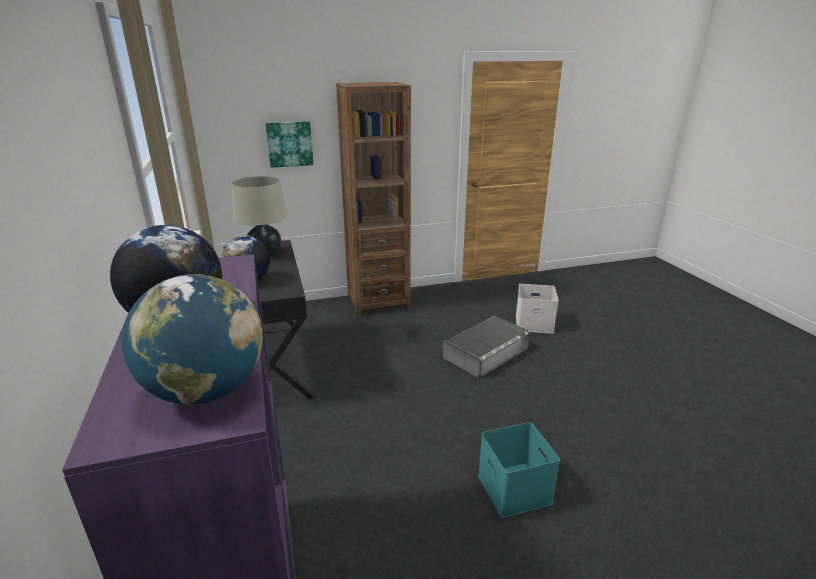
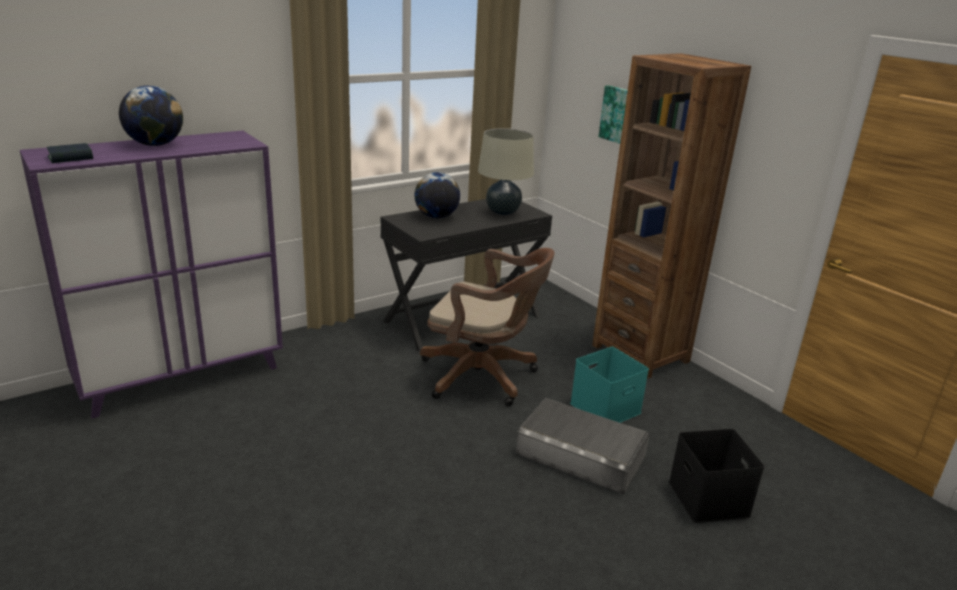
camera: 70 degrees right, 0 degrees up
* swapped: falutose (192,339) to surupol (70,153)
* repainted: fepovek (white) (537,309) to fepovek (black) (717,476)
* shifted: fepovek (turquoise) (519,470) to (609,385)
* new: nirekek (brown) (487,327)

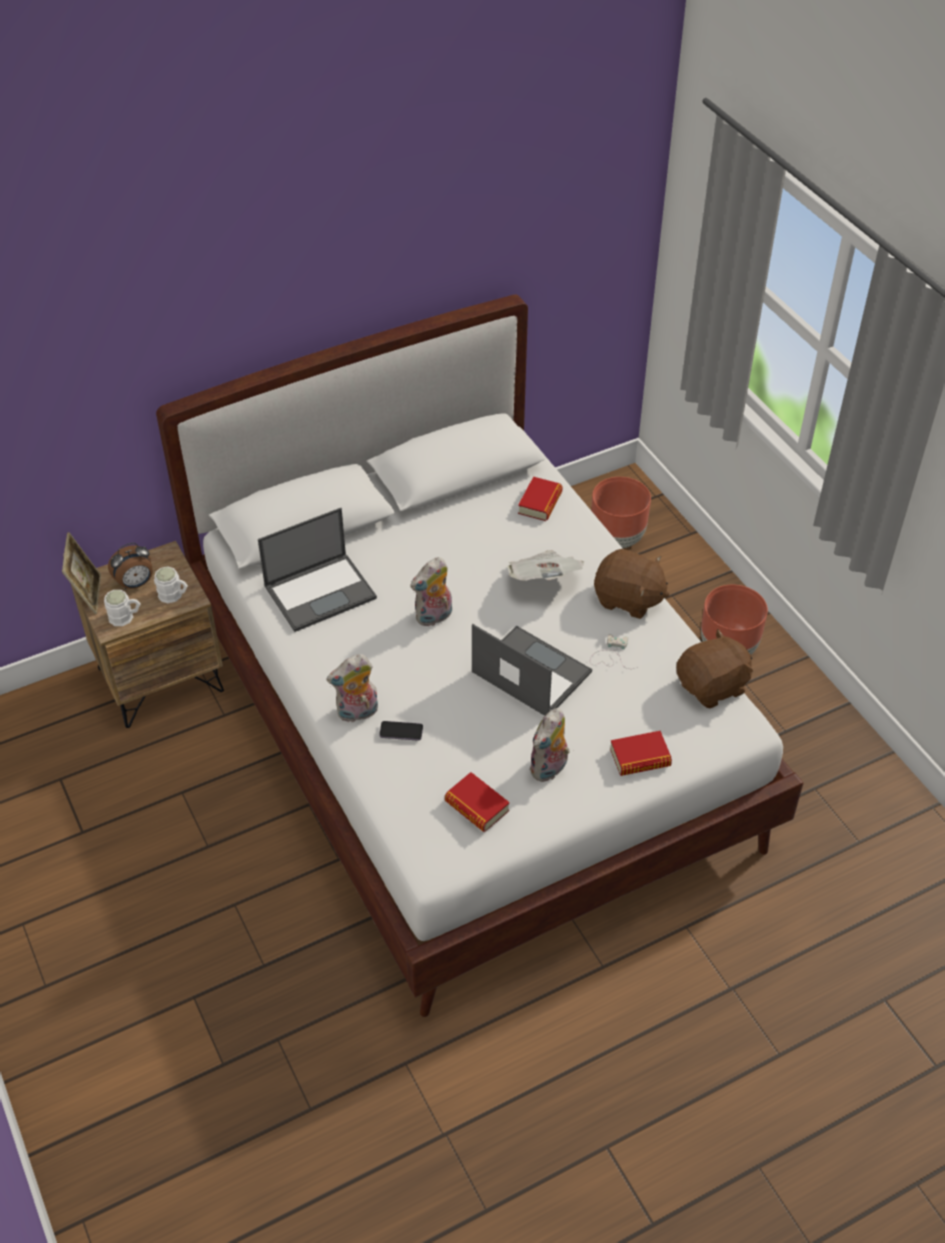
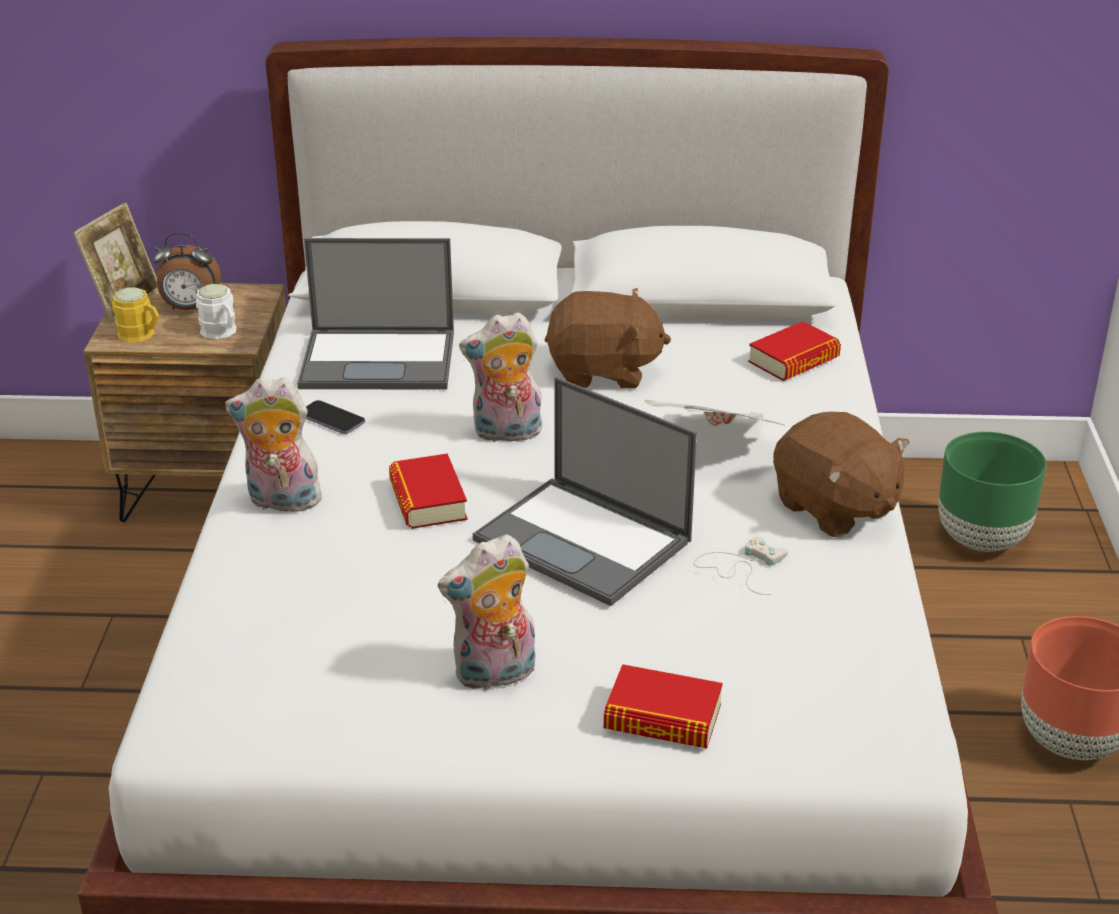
camera: 30 degrees right, 15 degrees down
* repainted: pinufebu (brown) (621,512) to pinufebu (green) (992,492)
* repainted: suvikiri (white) (122,608) to suvikiri (yellow) (135,314)
* rotated: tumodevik (532,670) = (585,491) 150 degrees clockwise
* shifted: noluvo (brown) (714,668) to (608,338)
* shifted: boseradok (401,731) to (335,417)
* shifted: surupol (477,802) to (428,491)

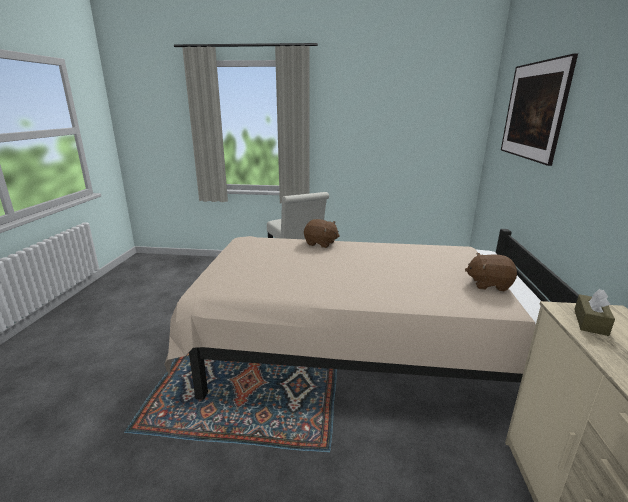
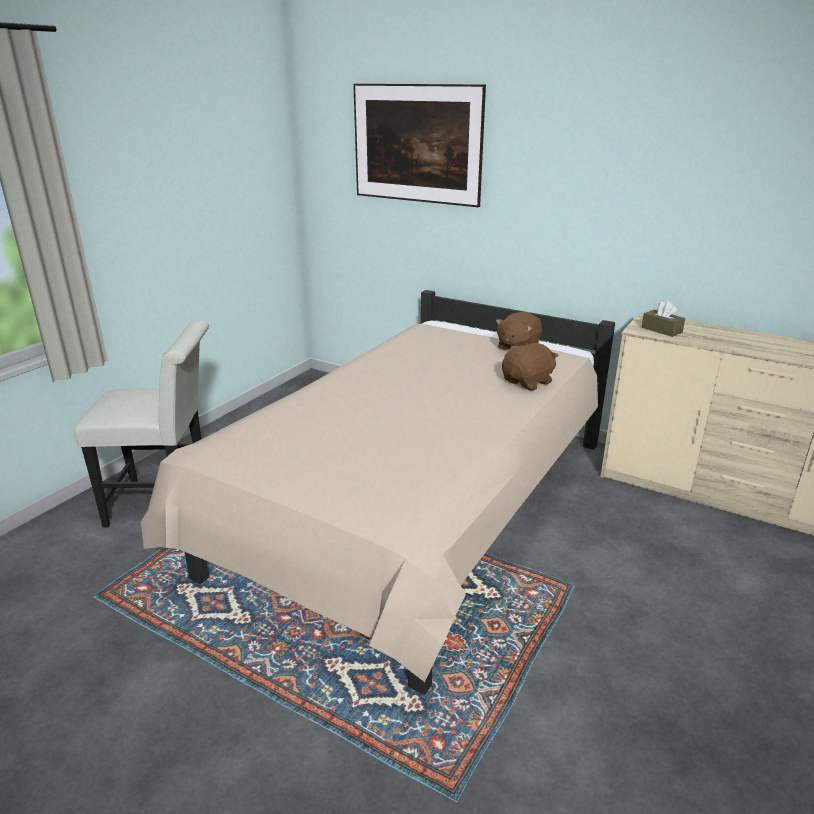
camera: 65 degrees left, 5 degrees up
* shifted: noluvo (brown) (322,233) to (530,366)

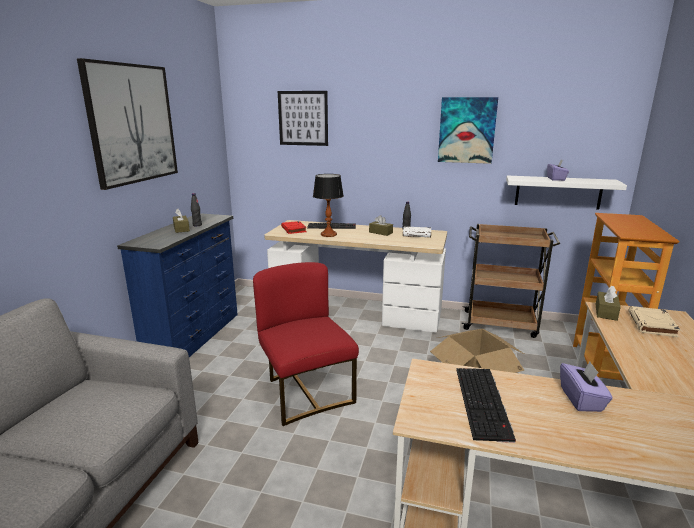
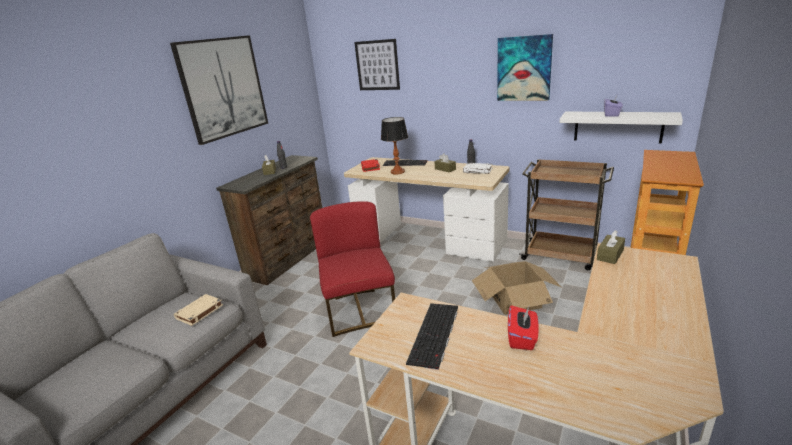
camera: 15 degrees right, 5 degrees up
* repainted: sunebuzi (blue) (177,285) to sunebuzi (brown) (269,220)
* shifted: surupol (beige) (654,321) to (198,310)
* repainted: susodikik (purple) (586,387) to susodikik (red) (523,327)

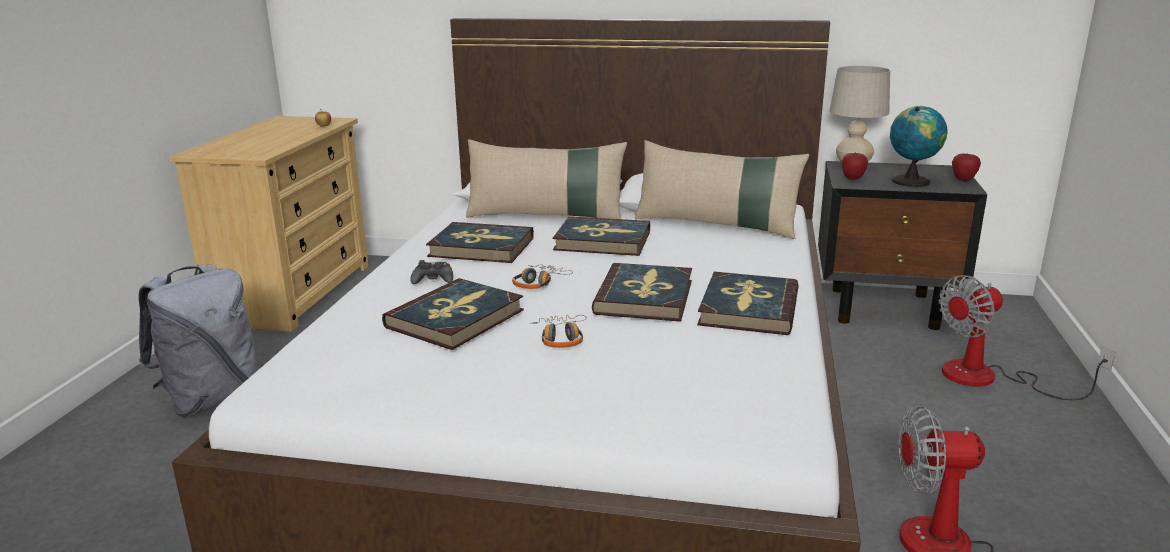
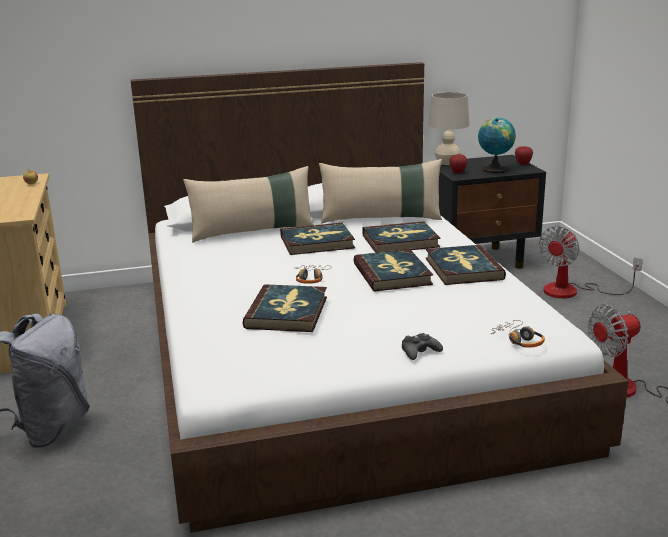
camera: 25 degrees left, 0 degrees up
* shifted: surupol (480,242) to (401,237)
* shifted: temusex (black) (432,272) to (422,346)
* shifted: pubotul (558,331) to (518,334)

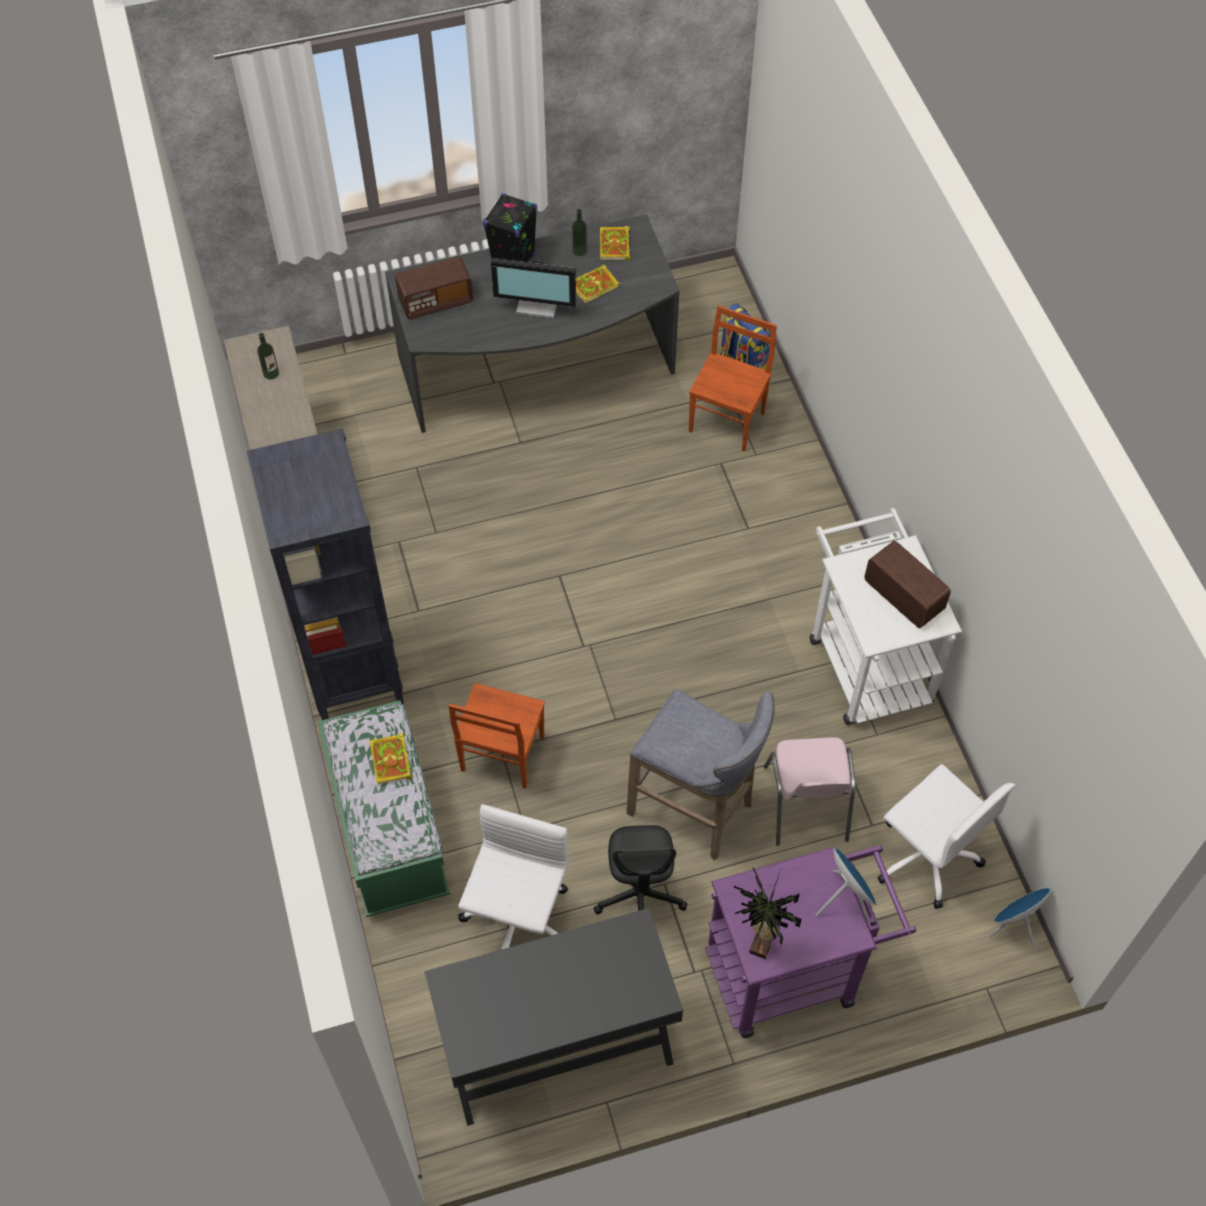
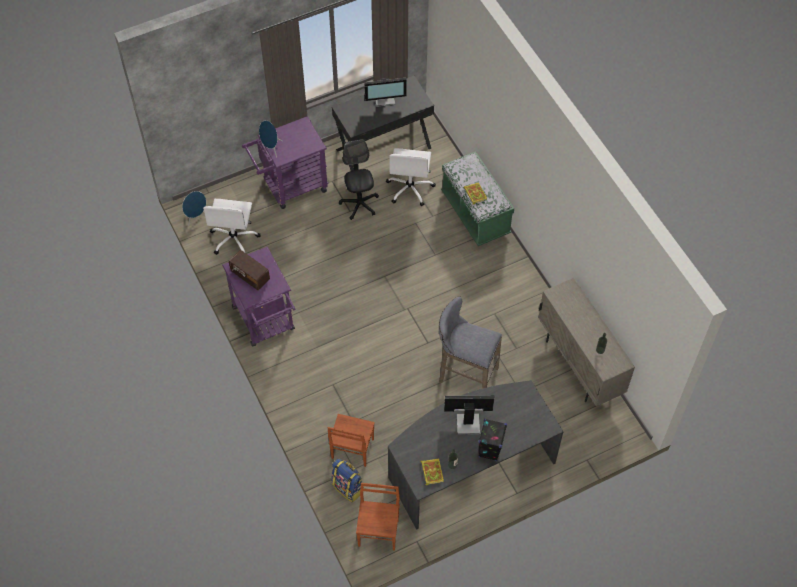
camera: 170 degrees right, 0 degrees up
* gone: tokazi (434,288)
* gone: surupol (598,283)
* gone: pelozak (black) (325,574)
* repainted: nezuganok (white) (886,616) to nezuganok (purple) (258,296)
* shifted: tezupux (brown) (497,735) to (378,517)
* shifted: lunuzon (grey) (700,774) to (470,342)
* gone: tezupux (pink) (809,791)
* rotated: nirekek (white) (946,836) = (232,227) 120 degrees counterclockwise
* gone: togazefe (768,913)
* new: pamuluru (385,92)

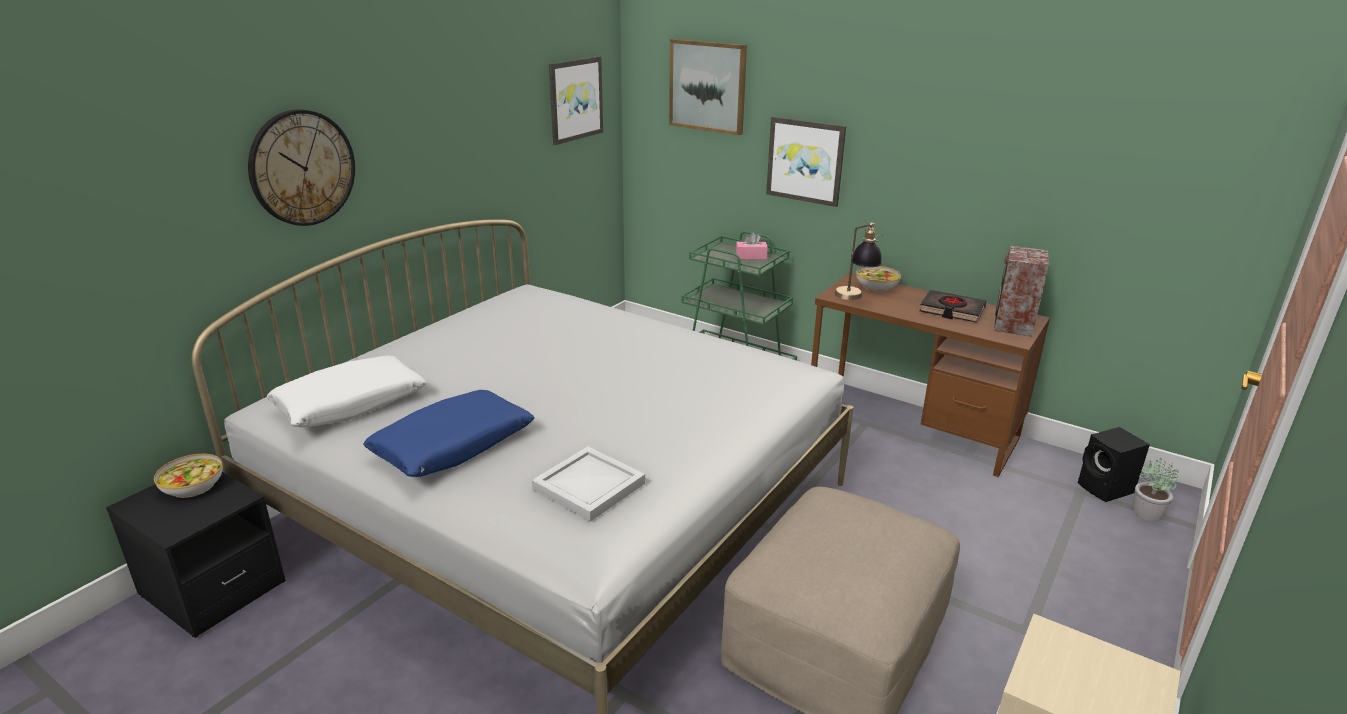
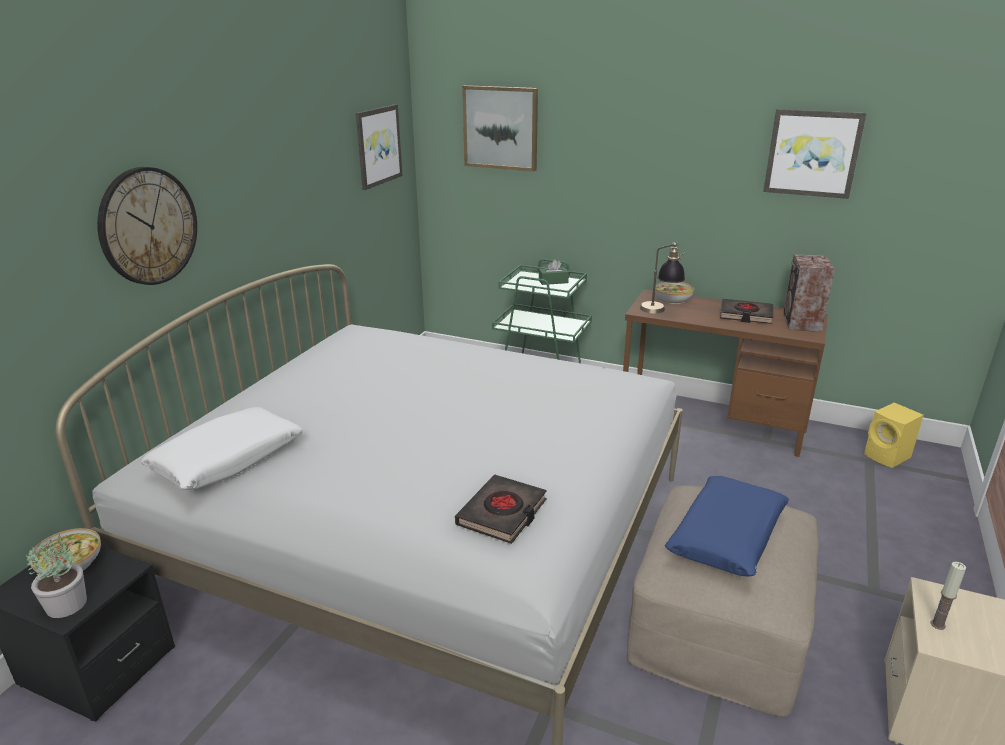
camera: 10 degrees left, 0 degrees up
* shifted: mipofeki (806,162) to (814,154)
* repainted: susodikik (pink) (752,246) to susodikik (green) (554,272)
* shifted: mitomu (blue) (449,433) to (727,526)
* repainted: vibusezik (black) (1114,464) to vibusezik (yellow) (893,435)
* swapped: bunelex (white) (588,484) to surupol (black) (501,509)
* shifted: togazefe (1155,489) to (56,576)
* new: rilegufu (948,595)

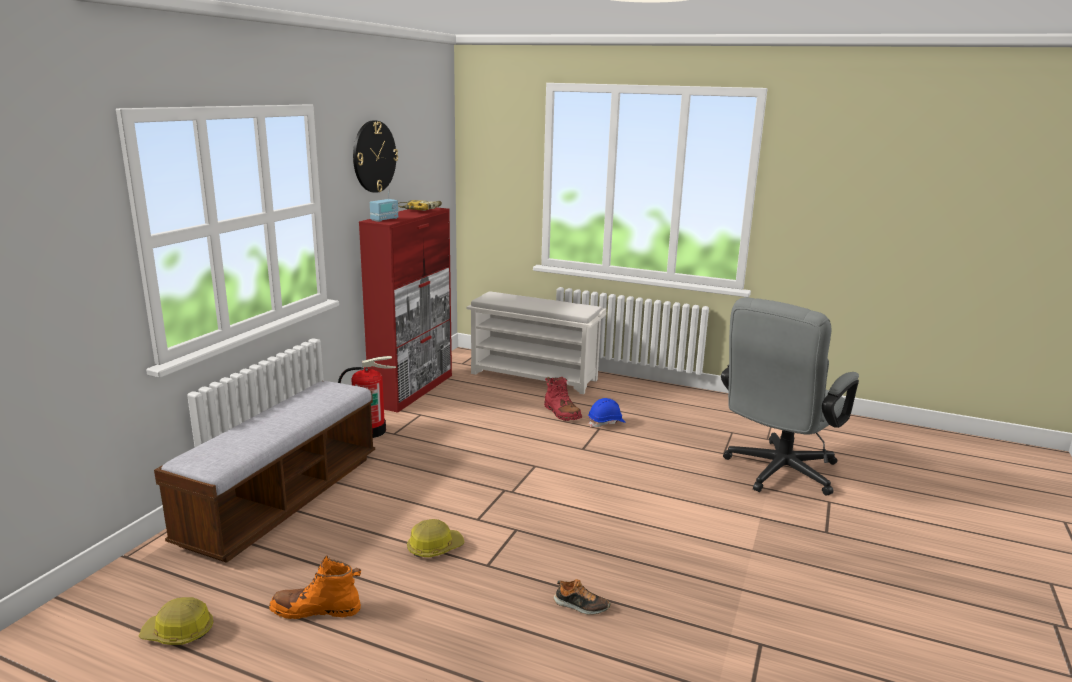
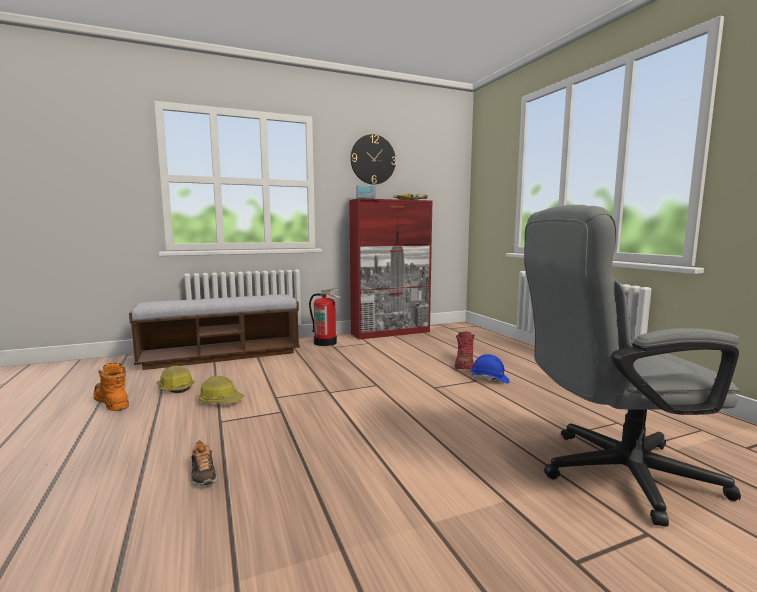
camera: 45 degrees right, 10 degrees down
* gone: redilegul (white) (536,342)
* shifted: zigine (176,621) to (176,379)

